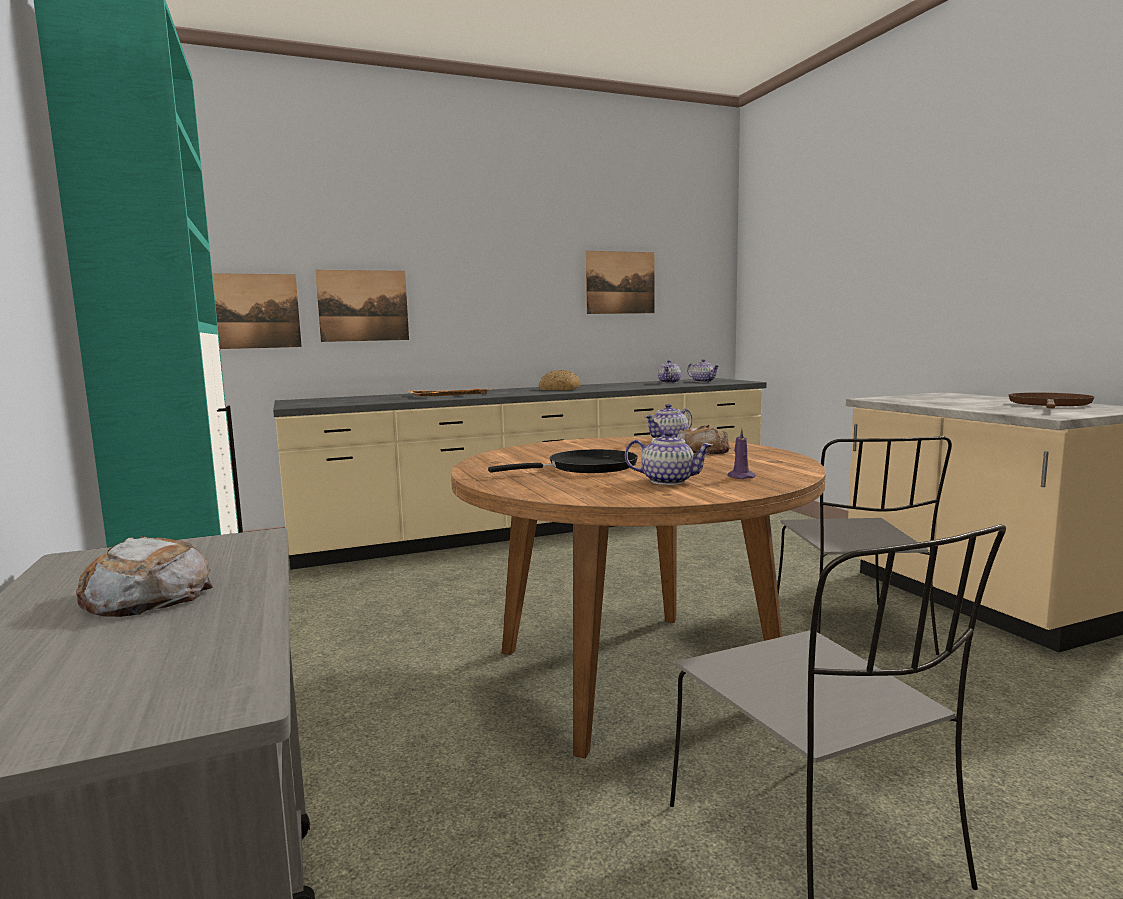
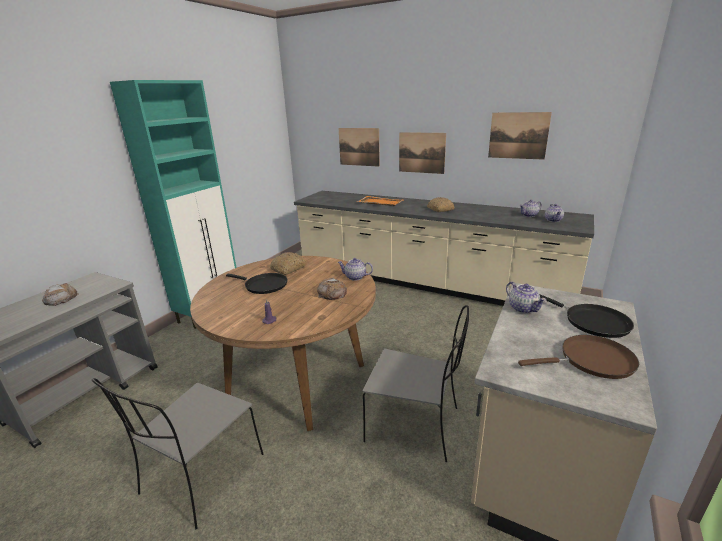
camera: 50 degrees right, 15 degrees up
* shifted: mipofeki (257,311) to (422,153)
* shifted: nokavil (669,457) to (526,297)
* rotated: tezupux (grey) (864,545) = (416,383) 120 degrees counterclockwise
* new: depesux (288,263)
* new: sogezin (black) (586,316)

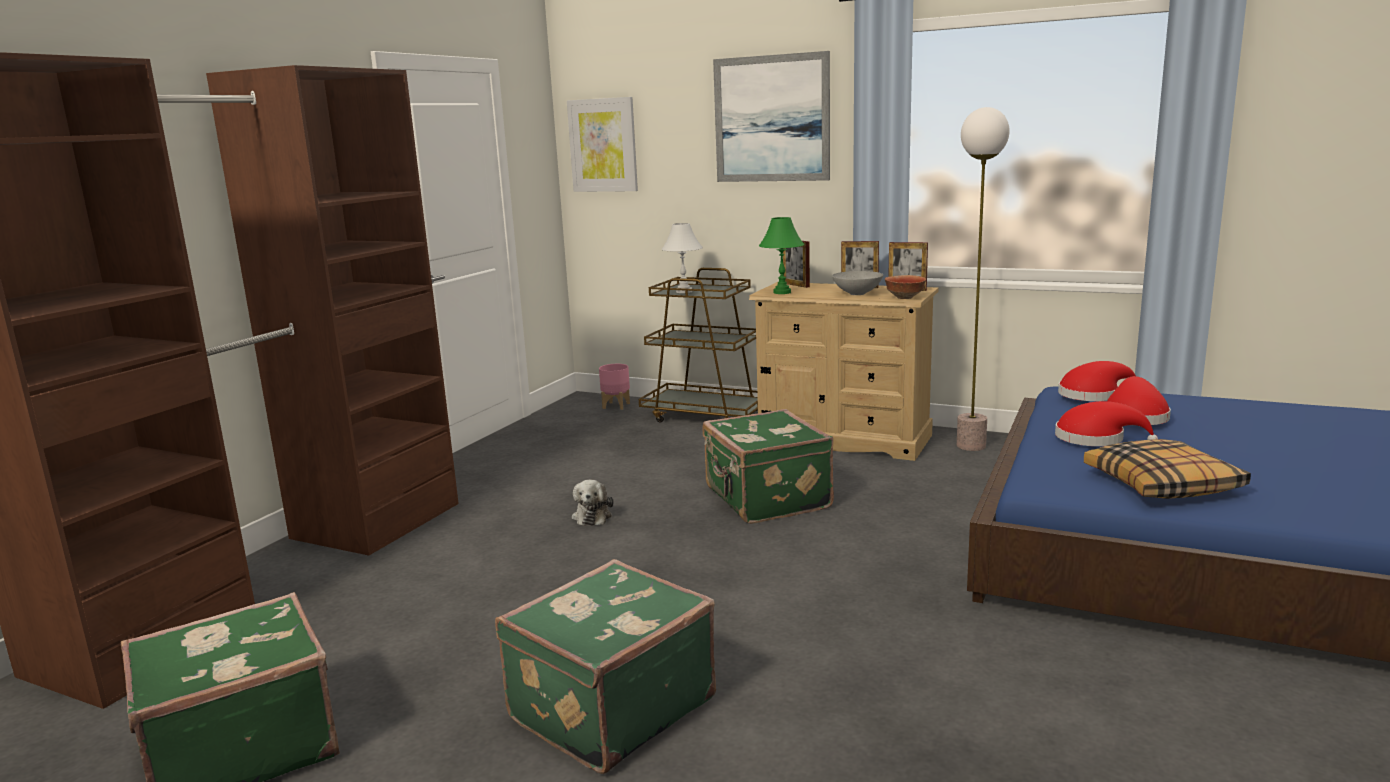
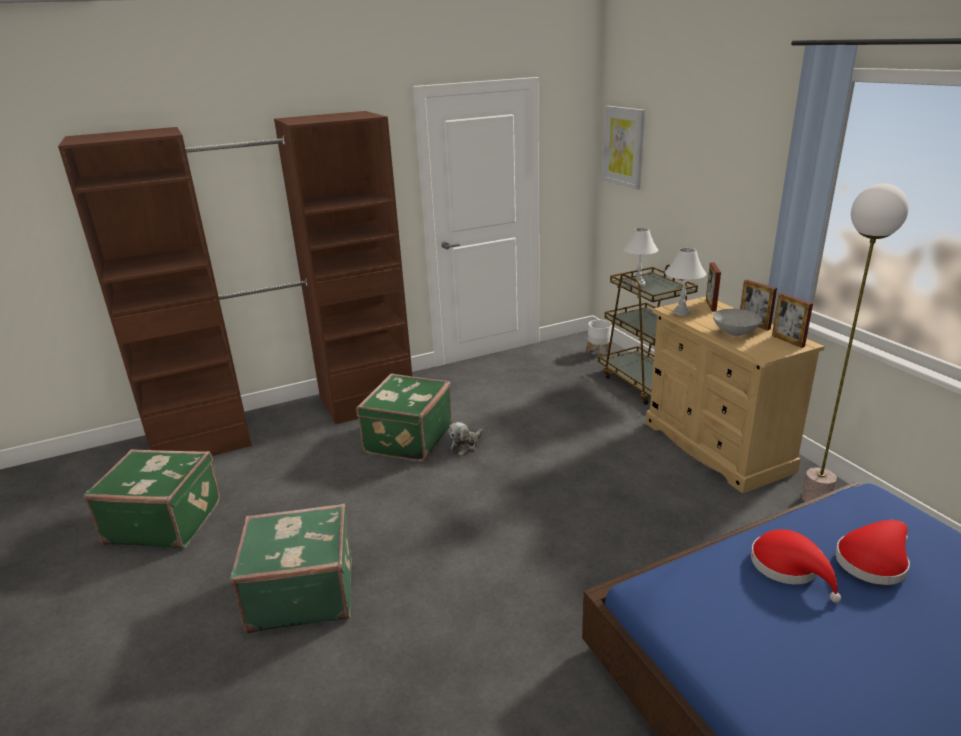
camera: 40 degrees right, 10 degrees up
* gone: mipofeki (771,116)
* repainted: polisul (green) (781,255) to polisul (white) (685,282)
* gone: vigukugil (905,287)
* gone: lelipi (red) (1097,381)
* repainted: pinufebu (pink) (614,387) to pinufebu (white) (599,338)
* shifted: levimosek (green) (768,466) to (404,417)
* gone: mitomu (1167,469)

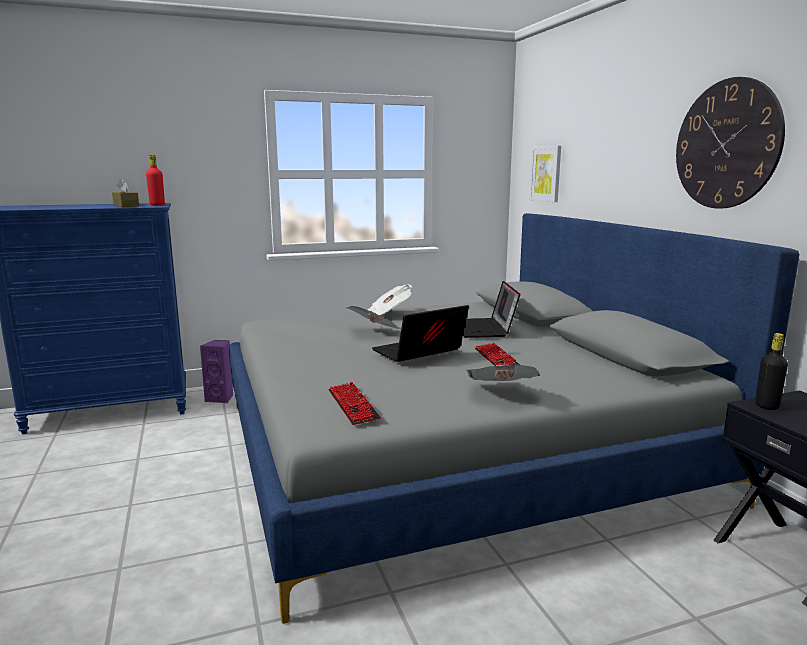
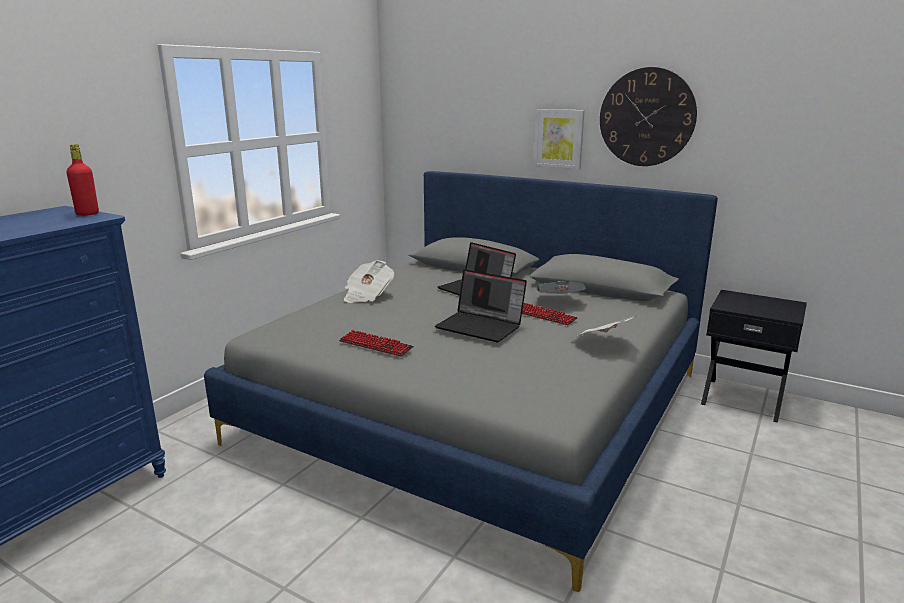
camera: 40 degrees left, 5 degrees up
* shifted: mipofeki (545,174) to (559,139)
* gone: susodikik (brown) (125,193)
* rotated: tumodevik (420,333) = (481,305) 75 degrees counterclockwise
* shifted: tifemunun (373,317) to (561,287)
* gone: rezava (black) (771,371)
* gone: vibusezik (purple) (216,371)
* shifted: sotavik (355,403) to (376,343)

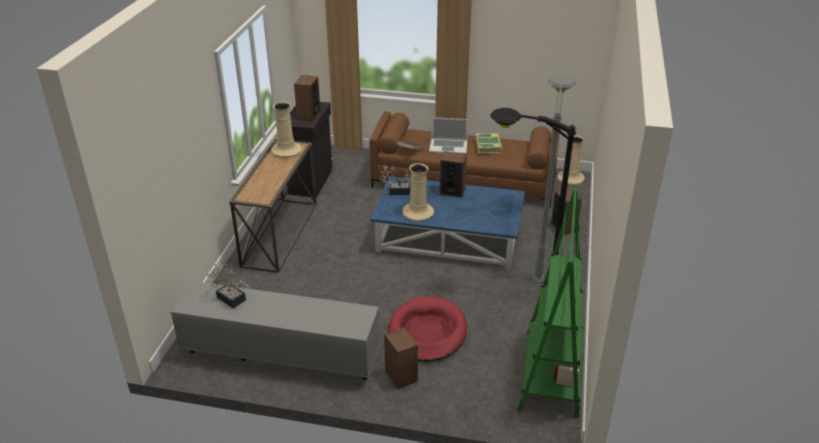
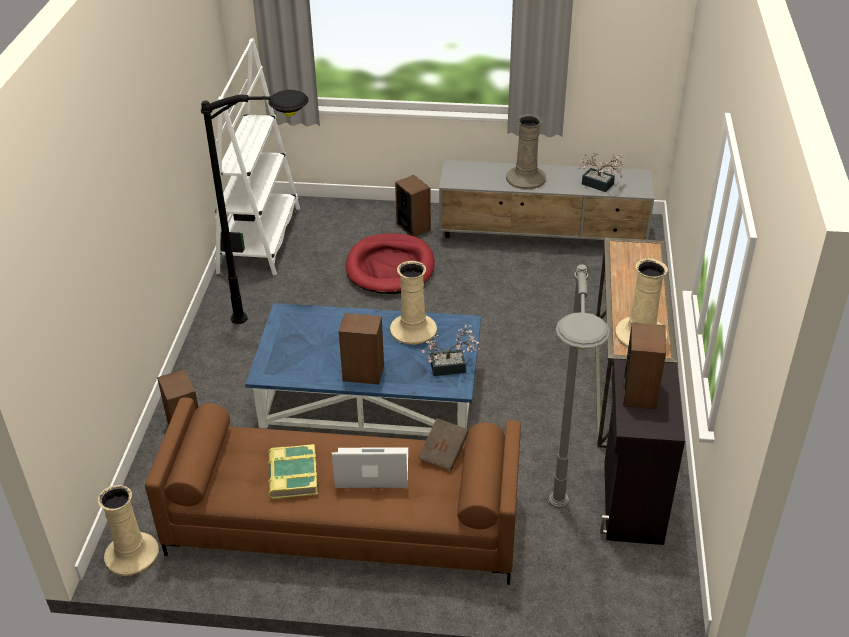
camera: 175 degrees right, 5 degrees up
* shifted: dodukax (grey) (554,178) to (579,386)
* repainted: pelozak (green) (550,303) to pelozak (white) (257,157)
* new: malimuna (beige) (526,152)

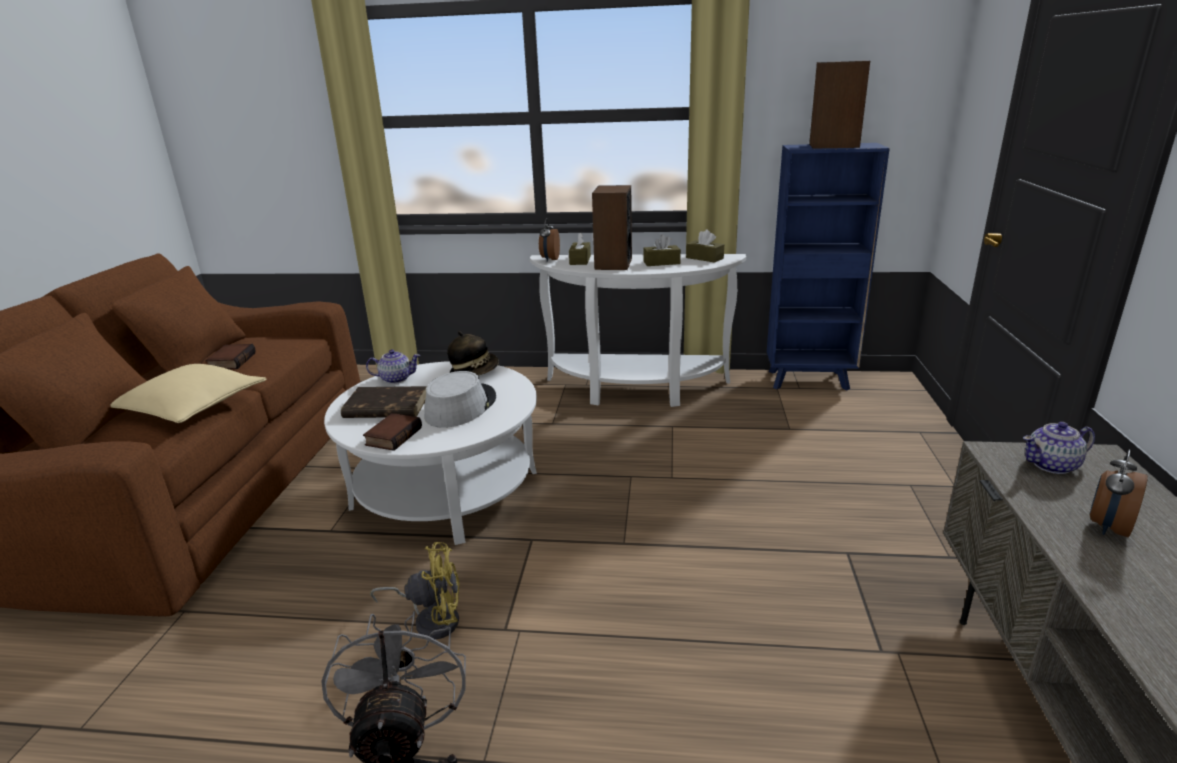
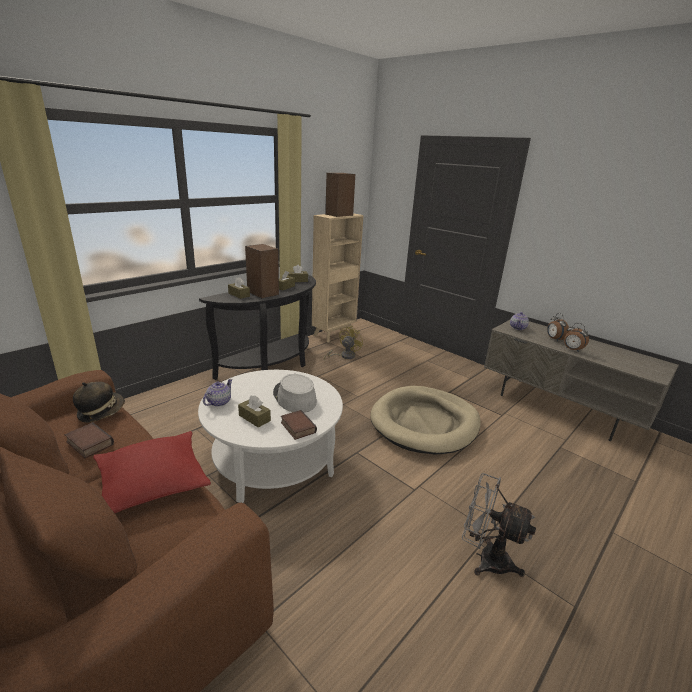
camera: 55 degrees left, 0 degrees up
* repainted: pelozak (blue) (828,266) to pelozak (beige) (338,277)
* shifted: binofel (549,240) to (576,337)
* repainted: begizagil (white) (638,330) to begizagil (black) (257,327)
* shifted: lelipi (473,353) to (99,402)
* repainted: mitomu (beige) (188,393) to mitomu (red) (152,472)
* swapped: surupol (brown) (384,402) to susodikik (brown) (254,411)
* shifted: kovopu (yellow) (414,590) to (343,342)
* new: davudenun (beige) (425,420)

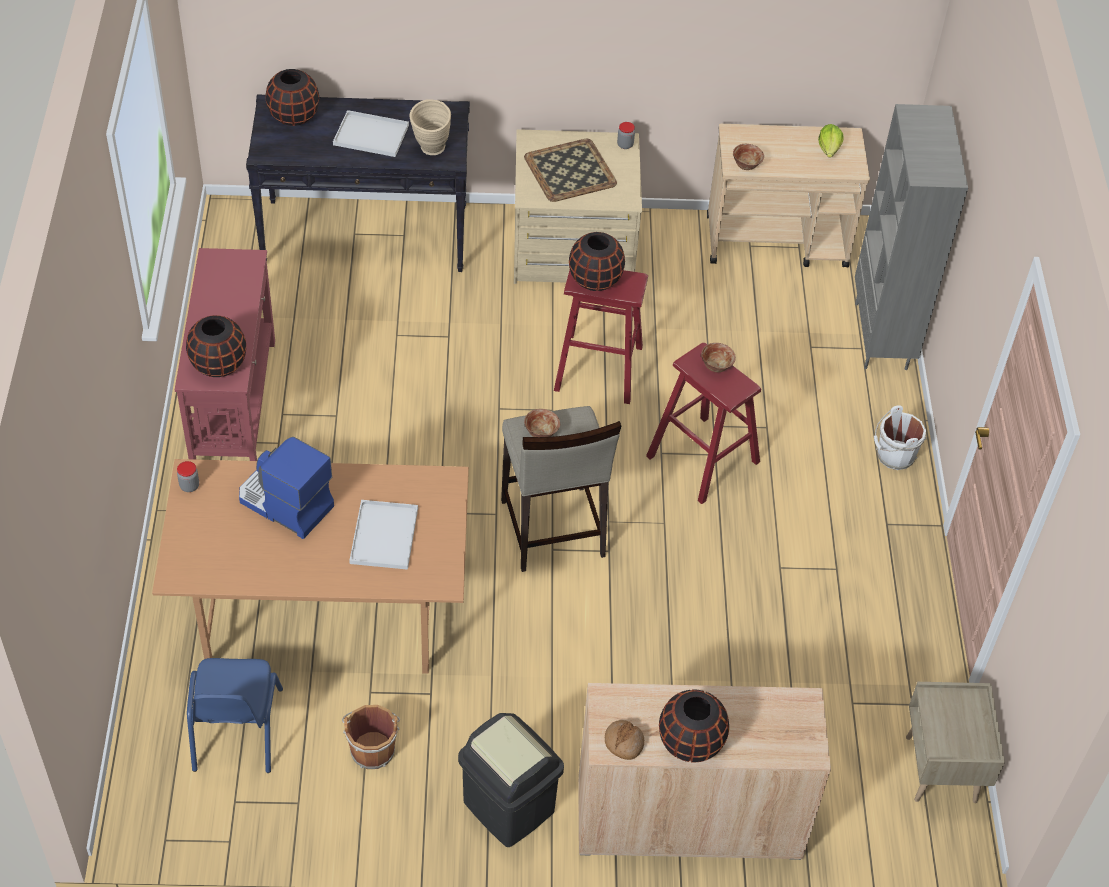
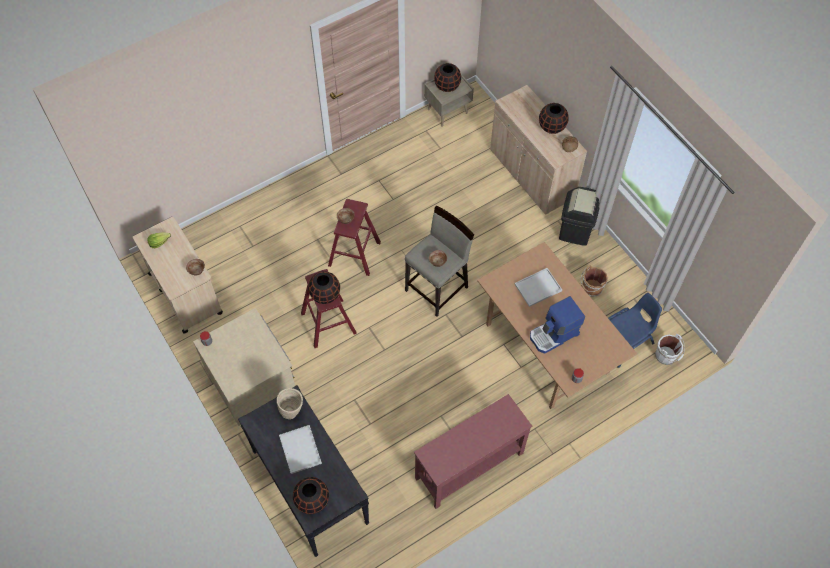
camera: 120 degrees left, 10 degrees up
* gone: pelozak (grey) (911,237)
* gone: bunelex (570,170)
* shifted: malimuna (black) (216,346) to (447,77)
* shifted: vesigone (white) (900,437) to (670,349)
* rotated: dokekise (286,488) = (557,325) 60 degrees clockwise

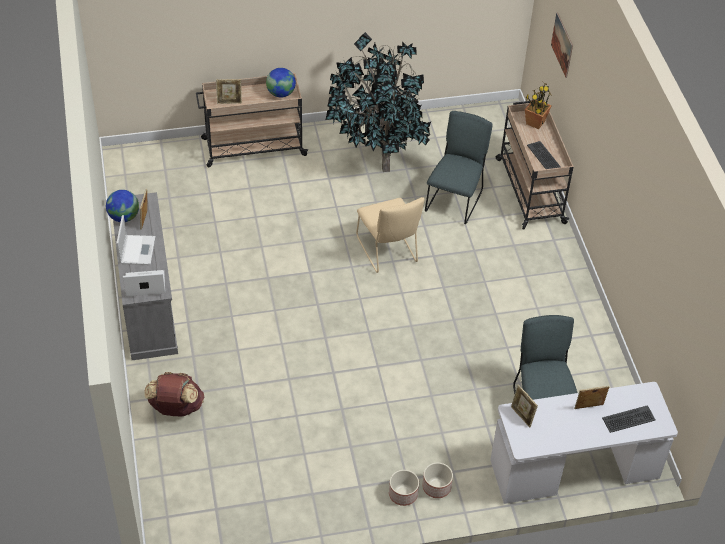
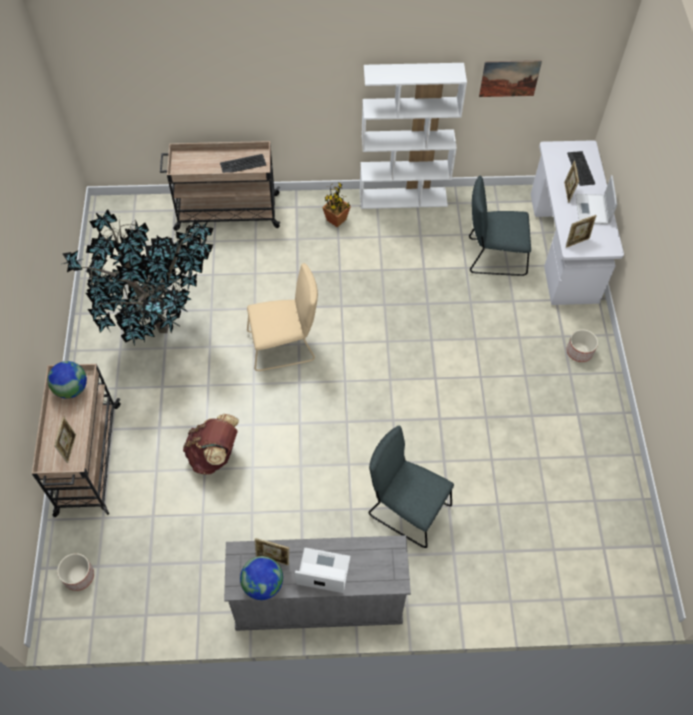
camera: 80 degrees left, 10 degrees up
* shifted: mipofeki (562,45) to (510,78)
* shifted: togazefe (538,105) to (336,204)
* shifted: tezupux (grey) (458,167) to (411,487)
* shifted: tumodevik (144,283) to (596,200)
* shifted: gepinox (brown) (174,394) to (211,444)
* shifted: pinufebu (404,488) to (75,572)
* new: pelozak (white) (413,136)

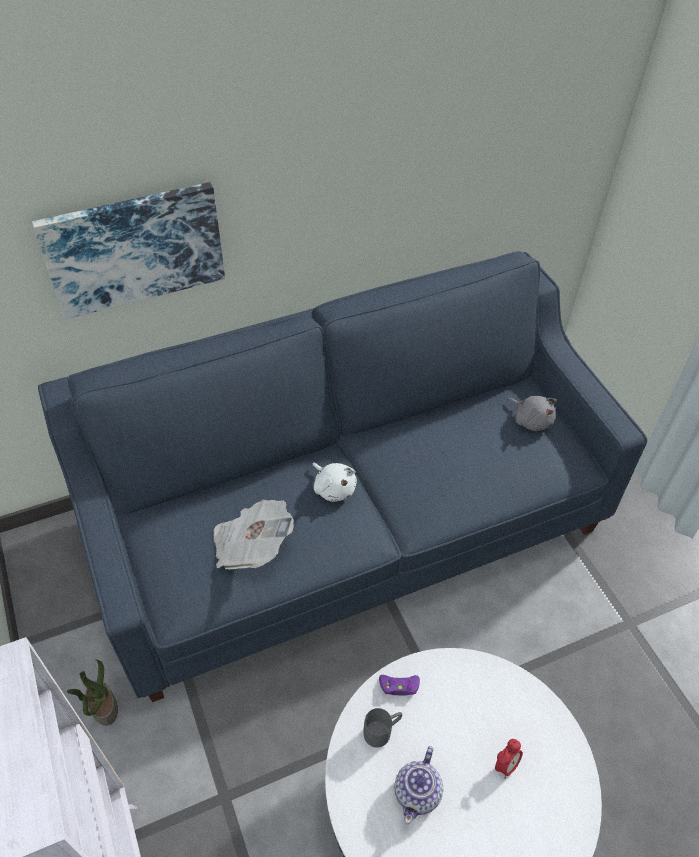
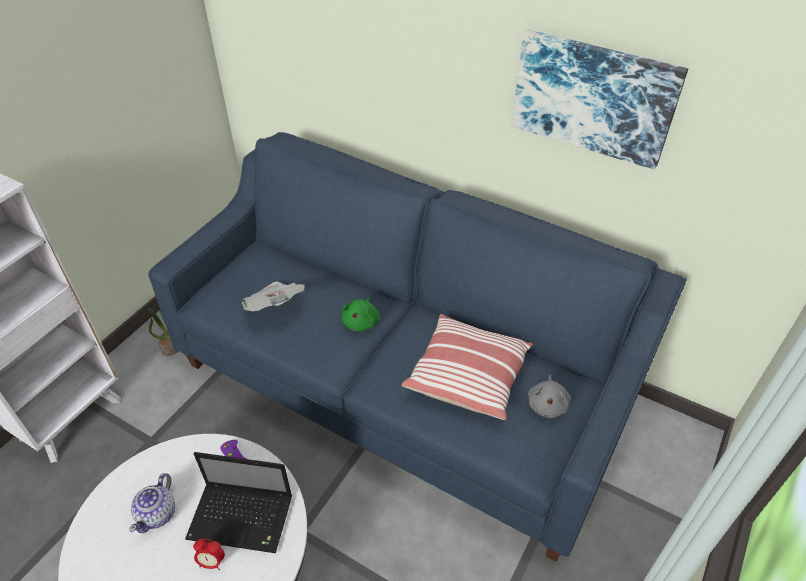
camera: 55 degrees right, 5 degrees down
* shifted: mipofeki (128,250) to (599,99)
* repainted: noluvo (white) (334,482) to noluvo (green) (361,314)
* gone: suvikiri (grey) (382,728)
* rotated: nokavil (419,785) = (152,503) 60 degrees counterclockwise
* new: mitomu (467,367)
* new: tumodevik (238,502)

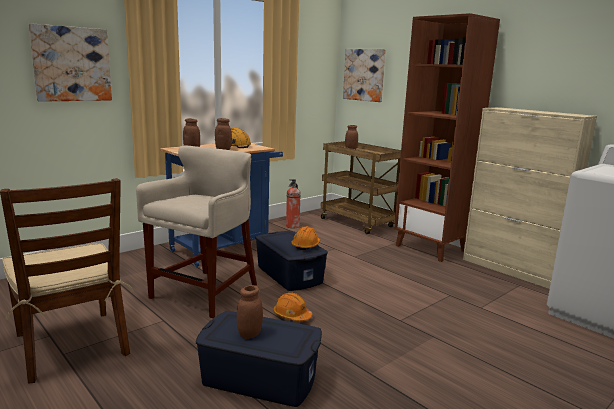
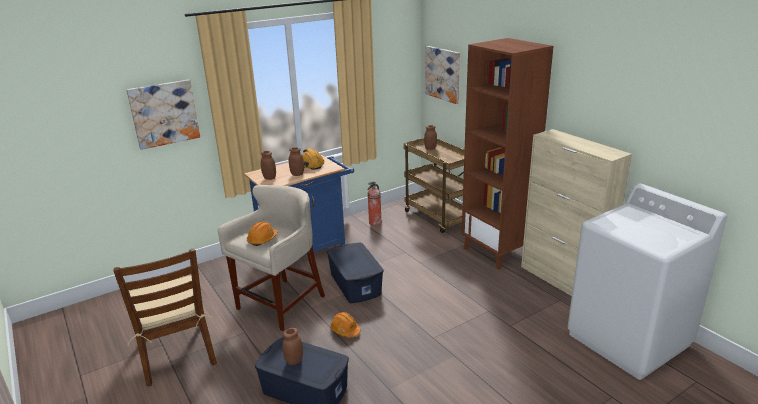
camera: 10 degrees right, 10 degrees up
* shifted: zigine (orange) (306,238) to (262,234)

